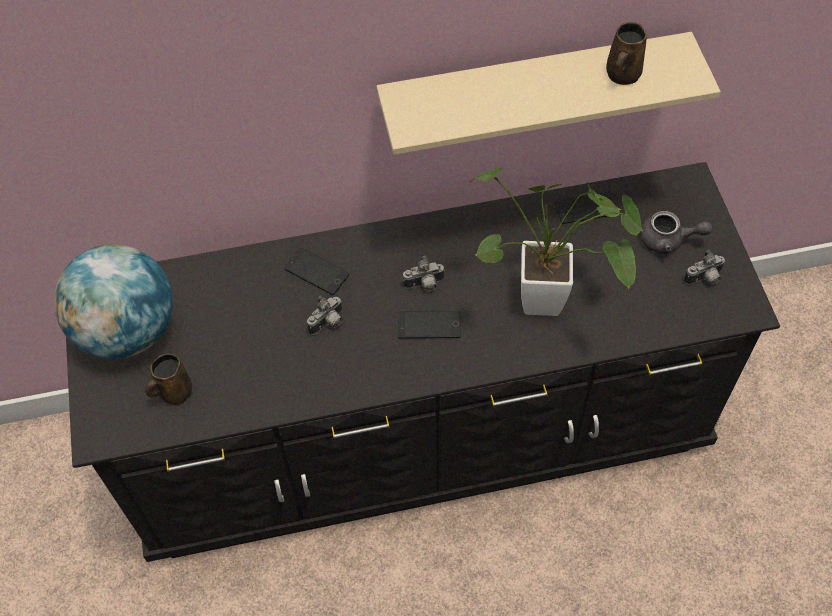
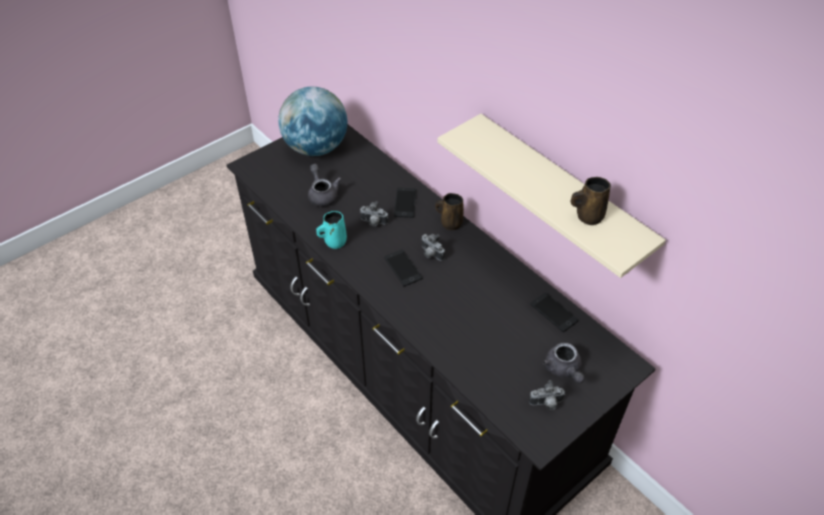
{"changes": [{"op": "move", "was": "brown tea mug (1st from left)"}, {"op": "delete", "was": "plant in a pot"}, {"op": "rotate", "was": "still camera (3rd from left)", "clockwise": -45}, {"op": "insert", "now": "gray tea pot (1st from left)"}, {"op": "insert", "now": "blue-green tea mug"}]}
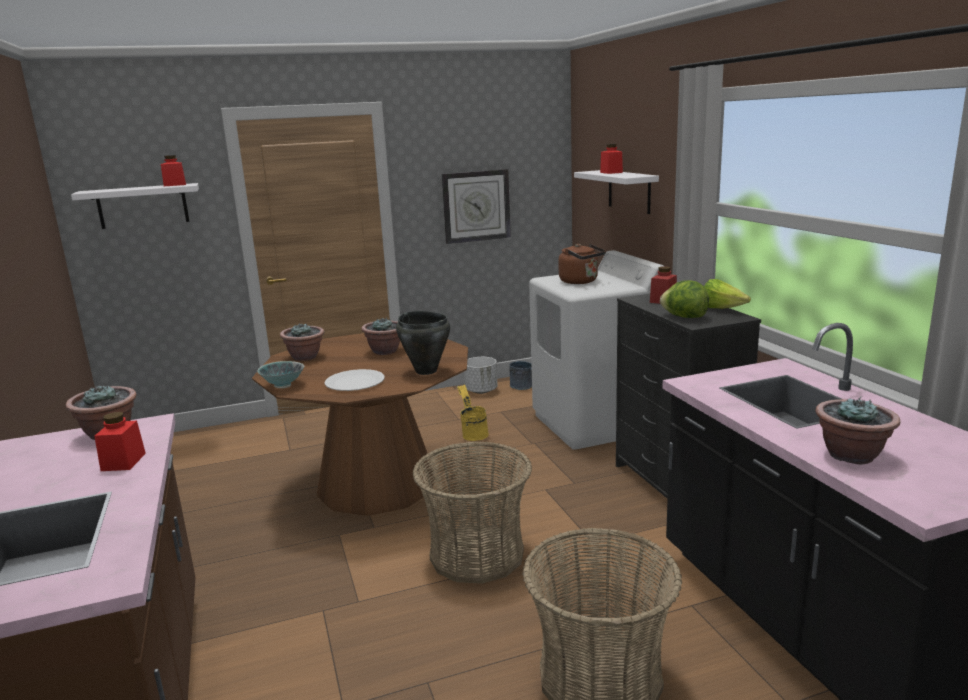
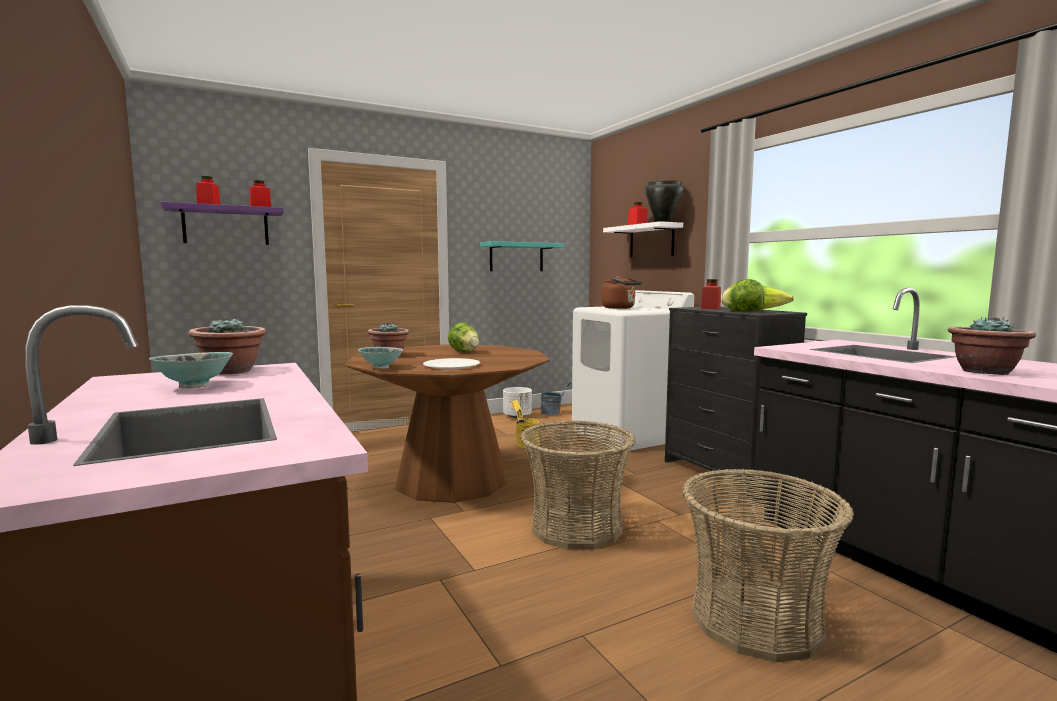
{"changes": [{"op": "recolor", "was": "white-coloured bracket shelf (1st from left)", "now": "purple bracket shelf"}, {"op": "move", "was": "reddish storage jar (1st from left)"}, {"op": "replace", "was": "plant in a pot (3rd from left)", "now": "lettuce (1st from left)"}, {"op": "move", "was": "blackish saucepot"}, {"op": "replace", "was": "wall clock", "now": "blue-green bracket shelf"}, {"op": "insert", "now": "serving bowl (1st from left)"}]}
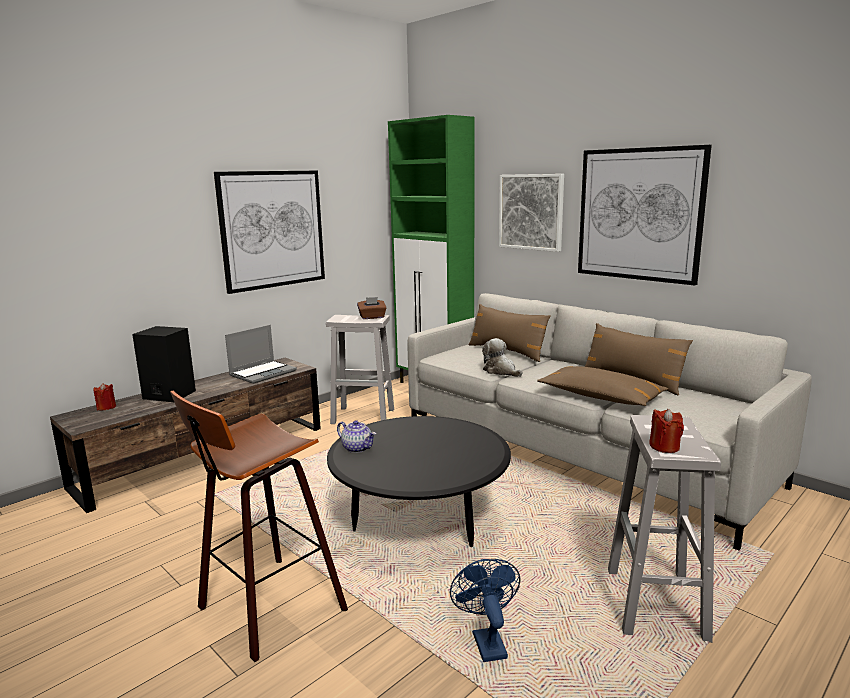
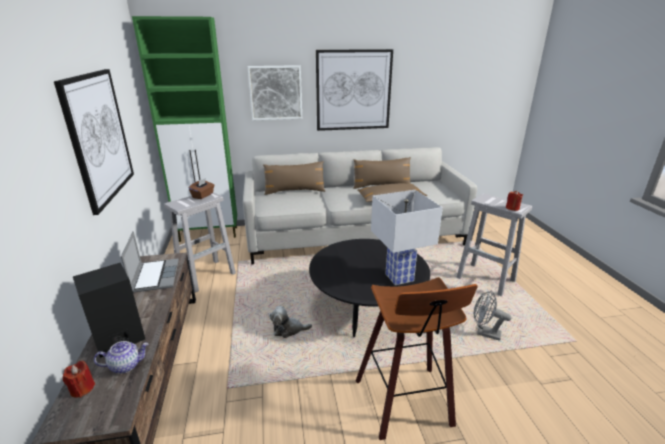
{"changes": [{"op": "move", "was": "tea pot"}, {"op": "recolor", "was": "blue fan", "now": "gray fan"}, {"op": "move", "was": "soft toy"}, {"op": "insert", "now": "white-coloured tabletop lamp"}]}
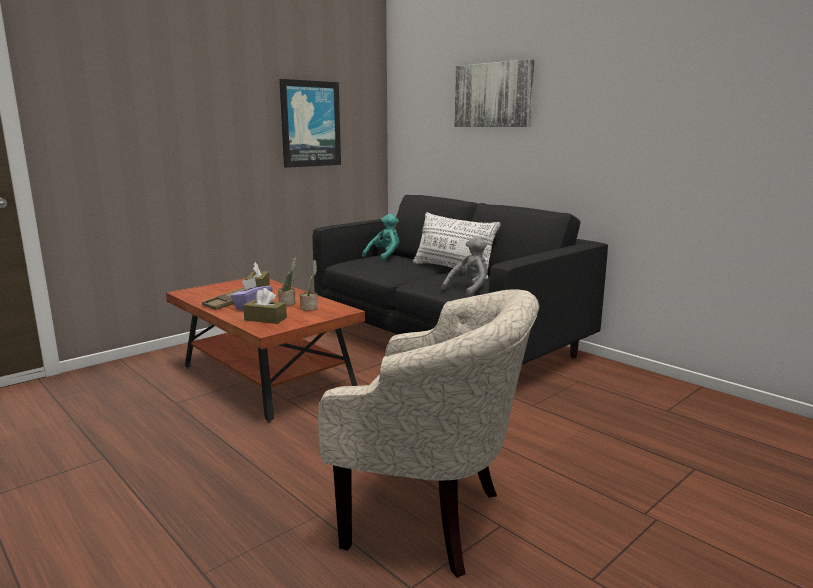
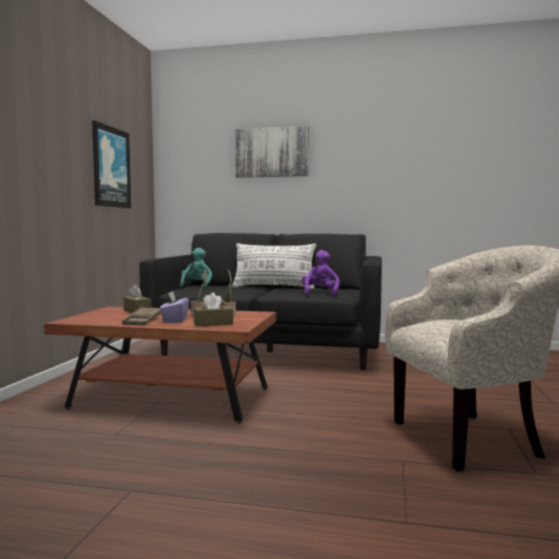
{"changes": [{"op": "recolor", "was": "gray soft toy", "now": "purple soft toy"}]}
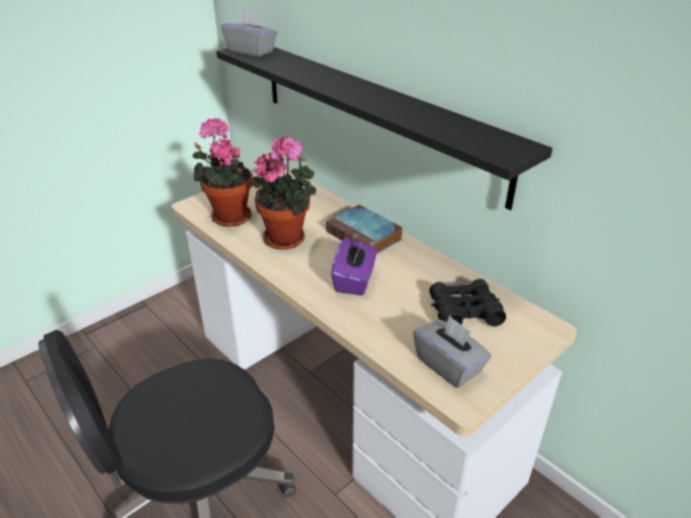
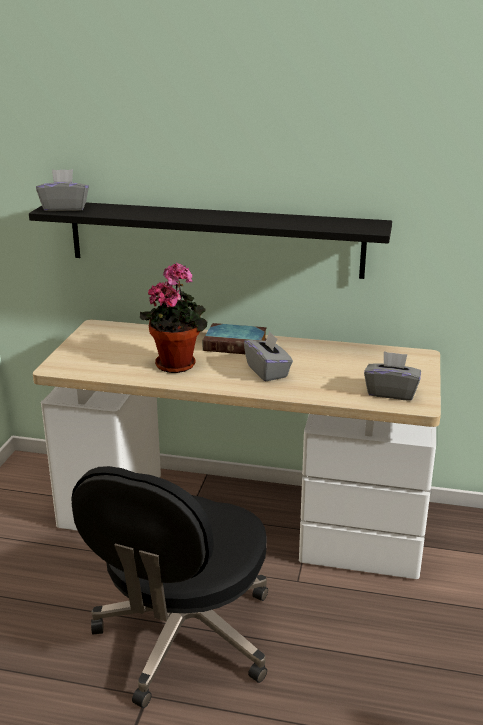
{"changes": [{"op": "delete", "was": "plant in a pot (1st from left)"}, {"op": "recolor", "was": "purple tissue box", "now": "gray tissue box (2nd from left)"}, {"op": "delete", "was": "blackish pair of binoculars"}]}
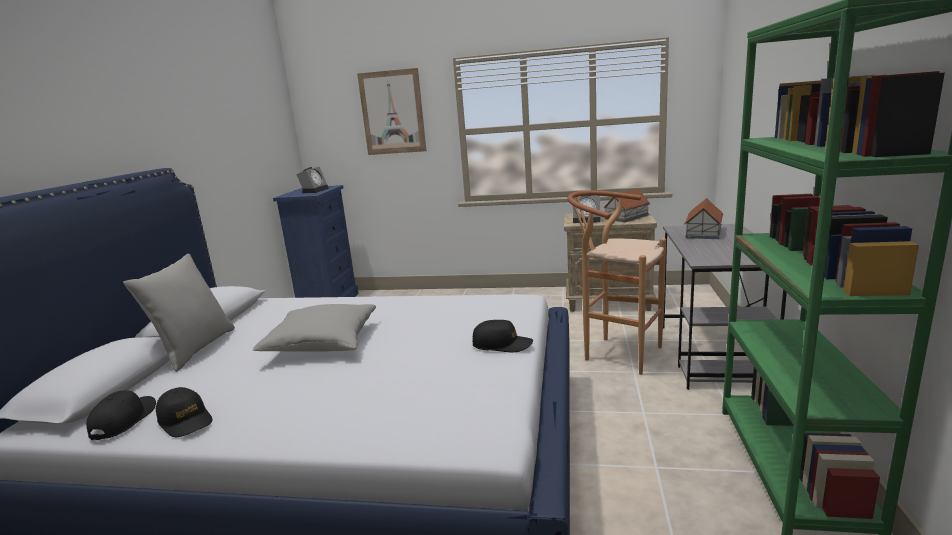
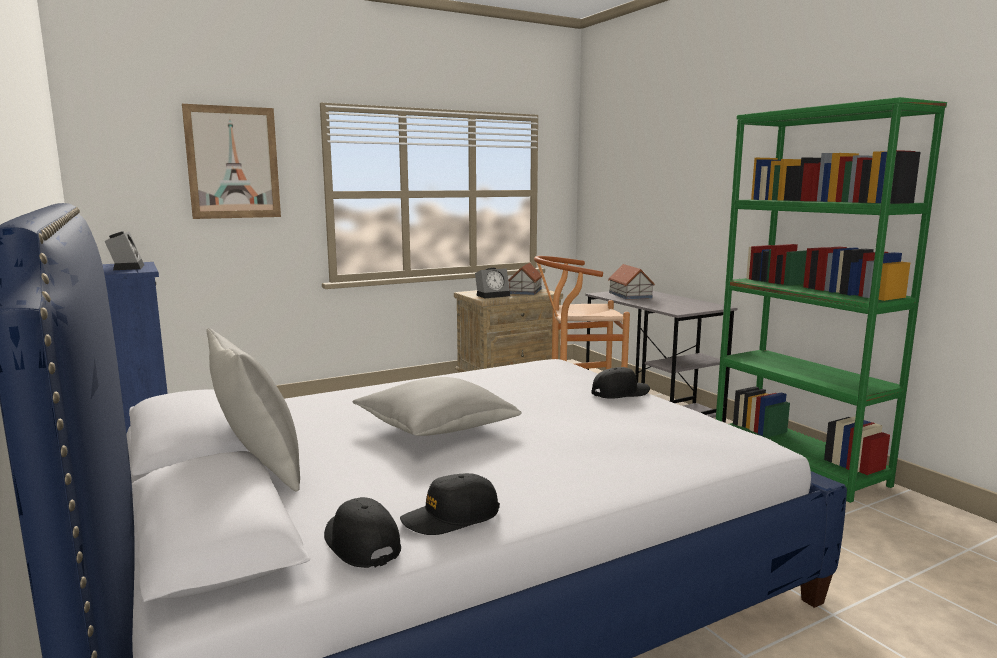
{"changes": [{"op": "rotate", "was": "blackish peaked cap (2nd from left)", "clockwise": 150}]}
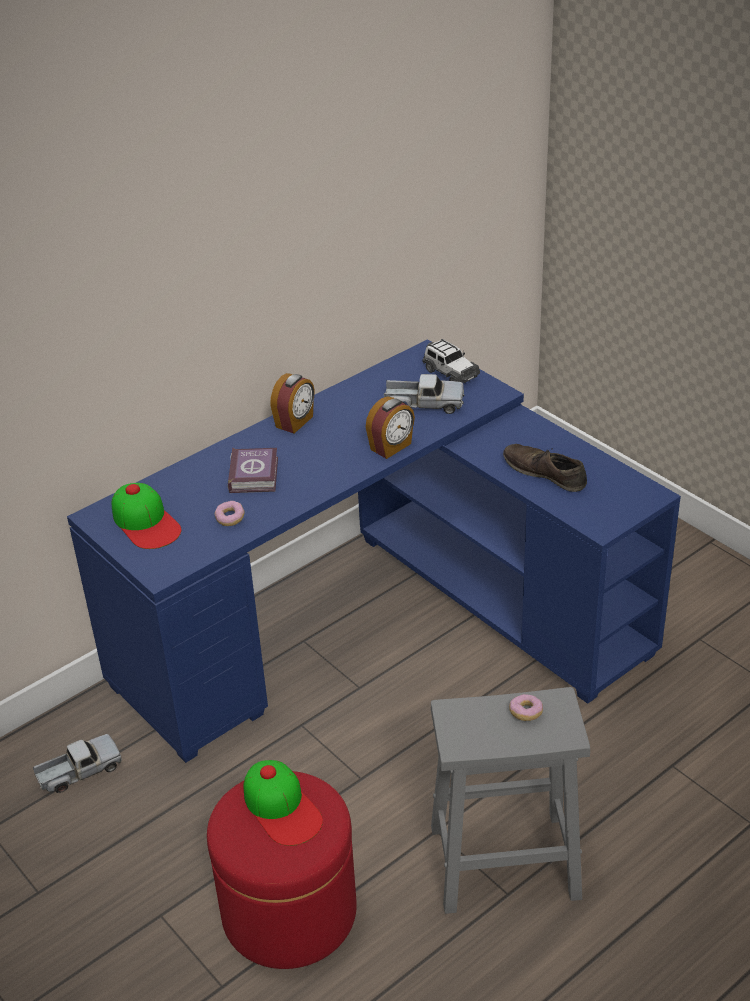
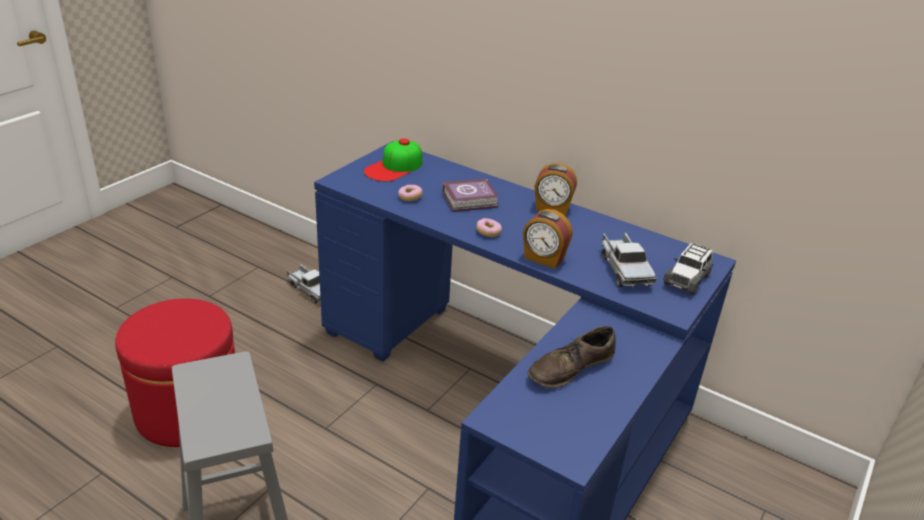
{"changes": [{"op": "delete", "was": "peaked cap (2nd from left)"}, {"op": "rotate", "was": "brown low shoe", "clockwise": -150}, {"op": "move", "was": "ring doughnut (2nd from left)"}]}
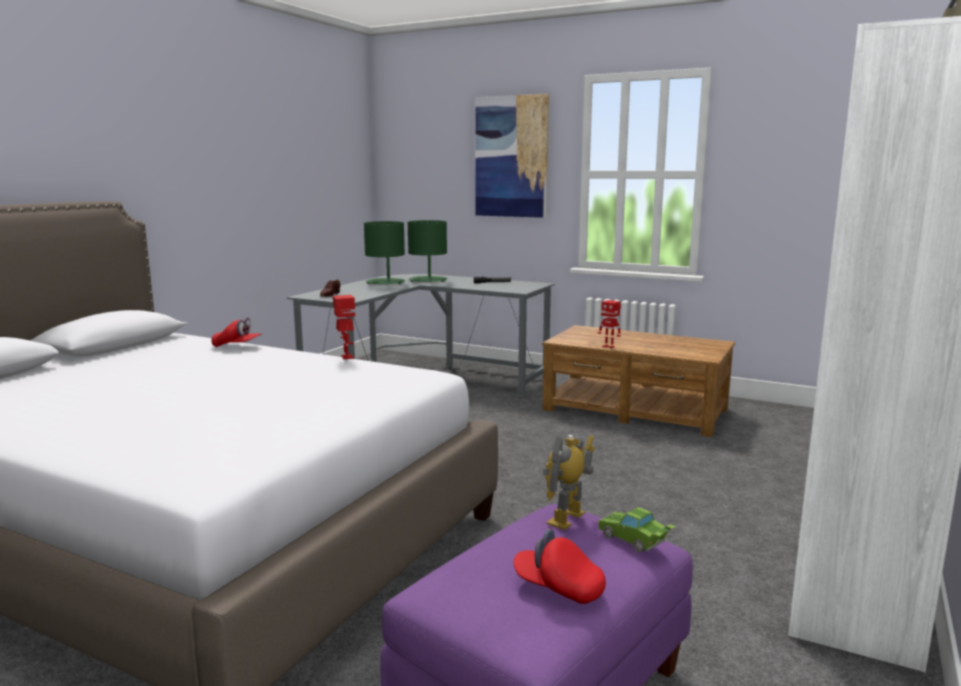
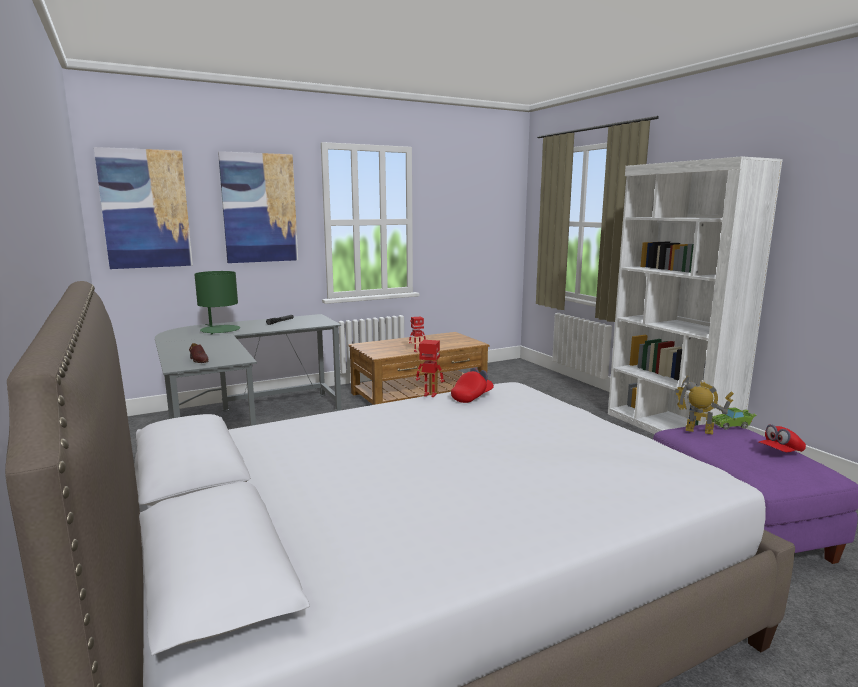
{"changes": [{"op": "move", "was": "reddish peaked cap (1st from left)"}, {"op": "delete", "was": "green tabletop lamp (1st from left)"}, {"op": "rotate", "was": "robot figure (2nd from left in the first image)", "clockwise": 135}, {"op": "insert", "now": "wall picture (1st from left)"}]}
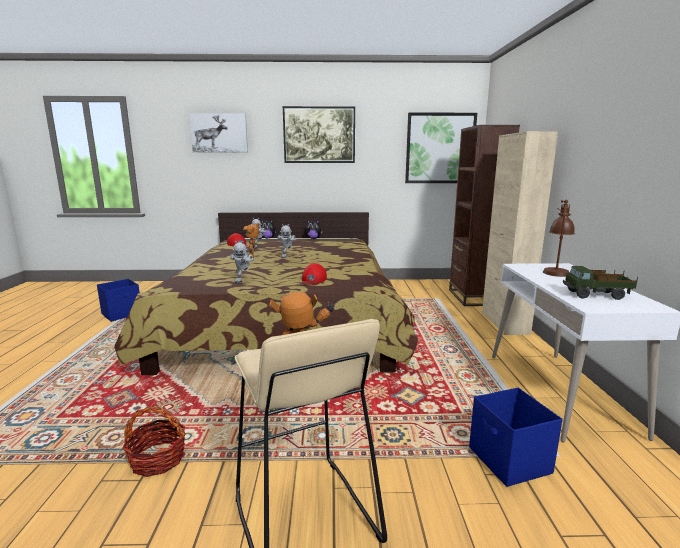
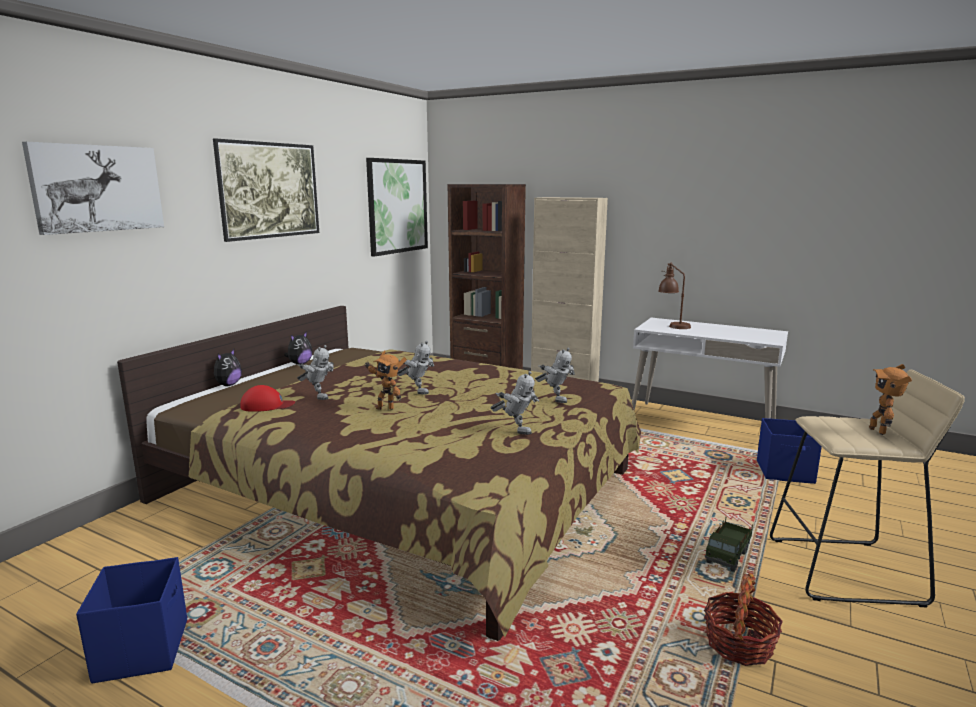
{"changes": [{"op": "replace", "was": "reddish peaked cap (2nd from left)", "now": "robot figure (5th from left)"}, {"op": "move", "was": "toy lorry"}]}
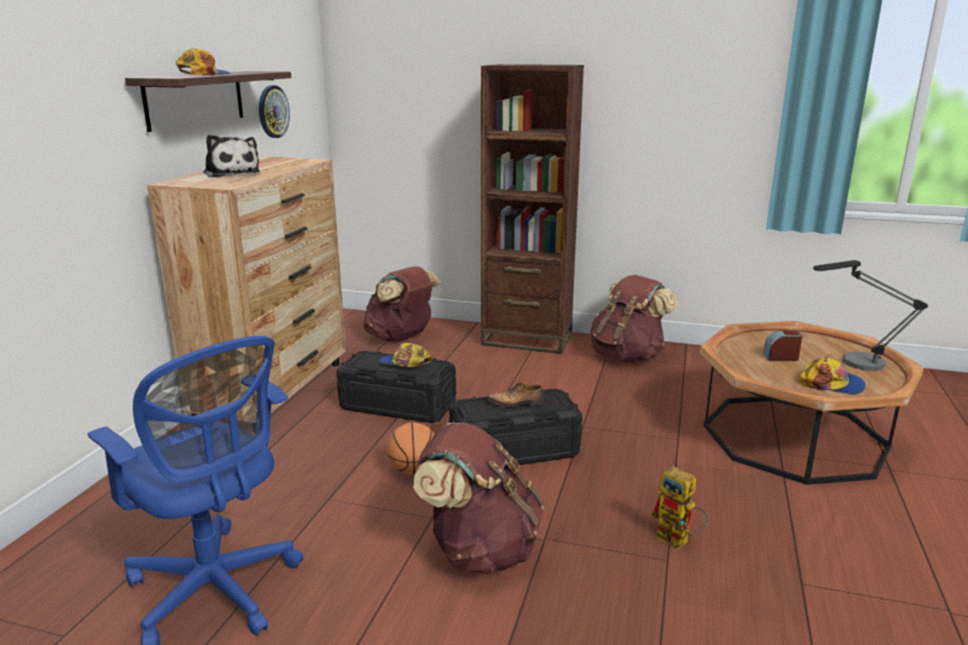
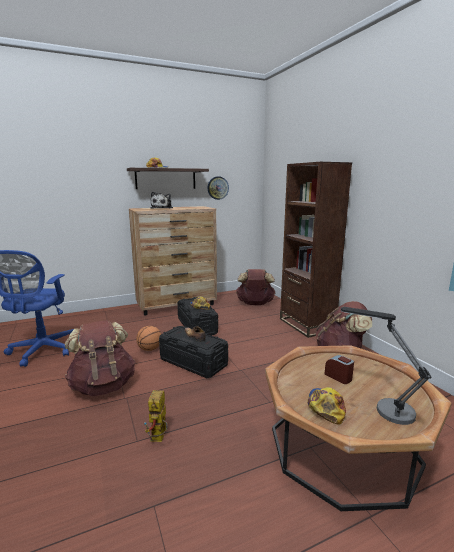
{"changes": [{"op": "rotate", "was": "peaked cap (3rd from left)", "clockwise": -150}]}
